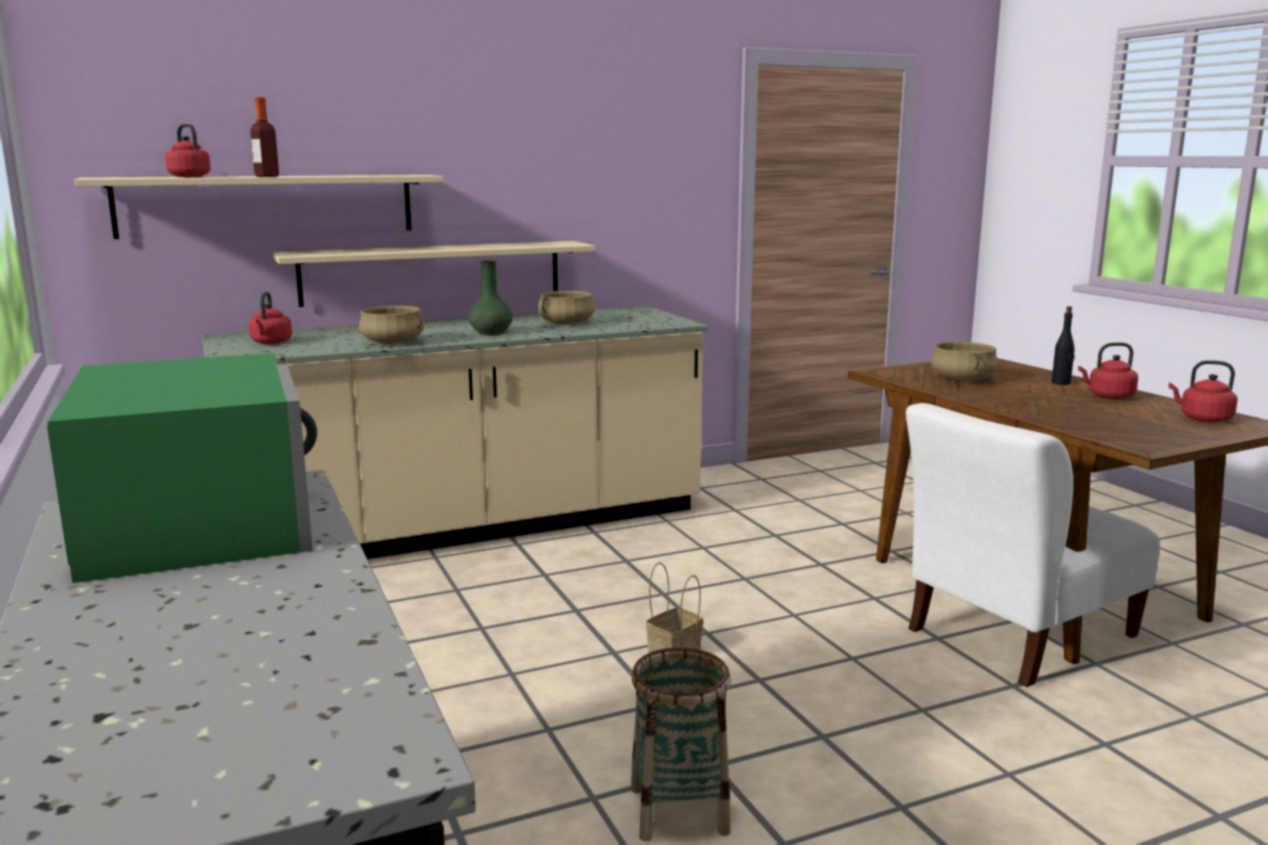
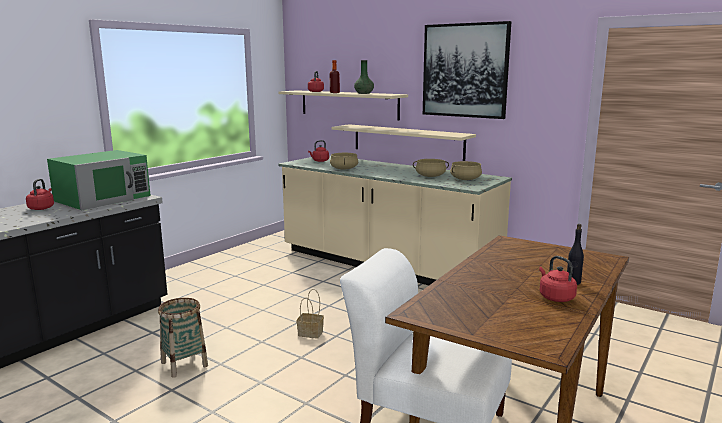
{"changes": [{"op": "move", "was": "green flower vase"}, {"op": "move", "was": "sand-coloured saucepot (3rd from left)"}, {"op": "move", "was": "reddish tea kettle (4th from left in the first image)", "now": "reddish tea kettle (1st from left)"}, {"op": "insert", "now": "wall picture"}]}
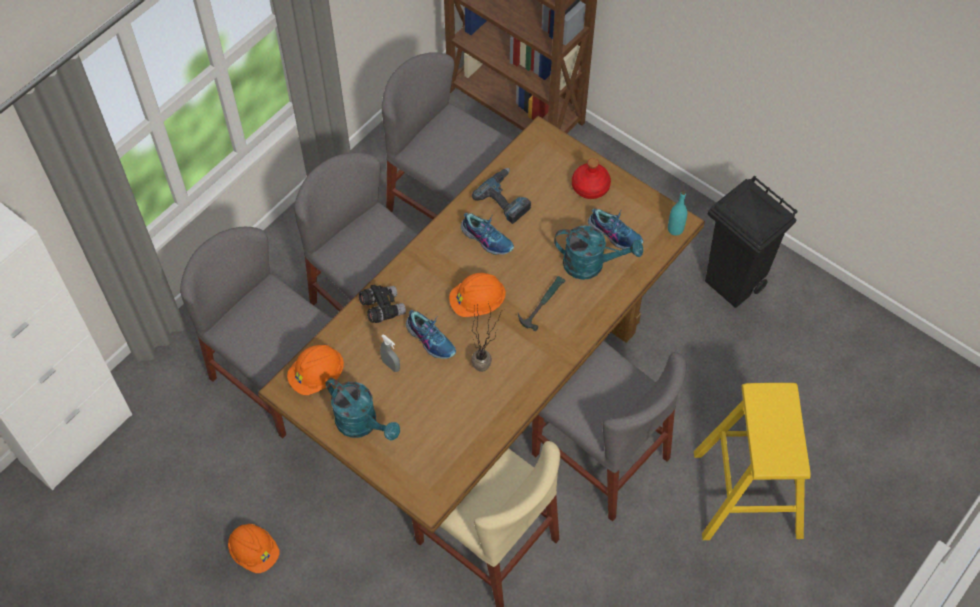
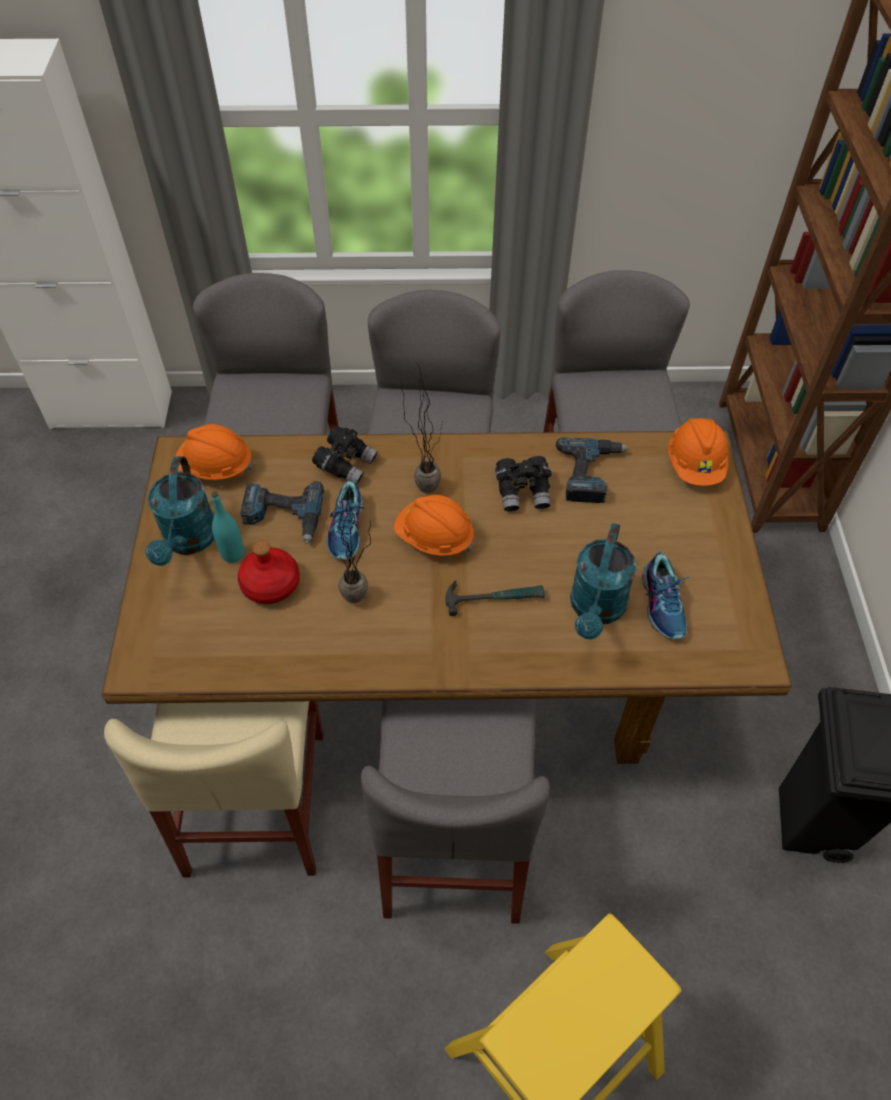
{"changes": [{"op": "move", "was": "orange-coloured safety helmet (1st from left in the first image)", "now": "orange-coloured safety helmet (3rd from left)"}, {"op": "replace", "was": "gray sprayer", "now": "electric drill (1st from left)"}, {"op": "replace", "was": "low shoe (2nd from left)", "now": "blackish pair of binoculars (2nd from left)"}, {"op": "rotate", "was": "blue-green watering can (2nd from left)", "clockwise": 45}, {"op": "move", "was": "reddish bottle"}, {"op": "move", "was": "blue-green bottle"}, {"op": "insert", "now": "plant in a pot (2nd from left)"}]}
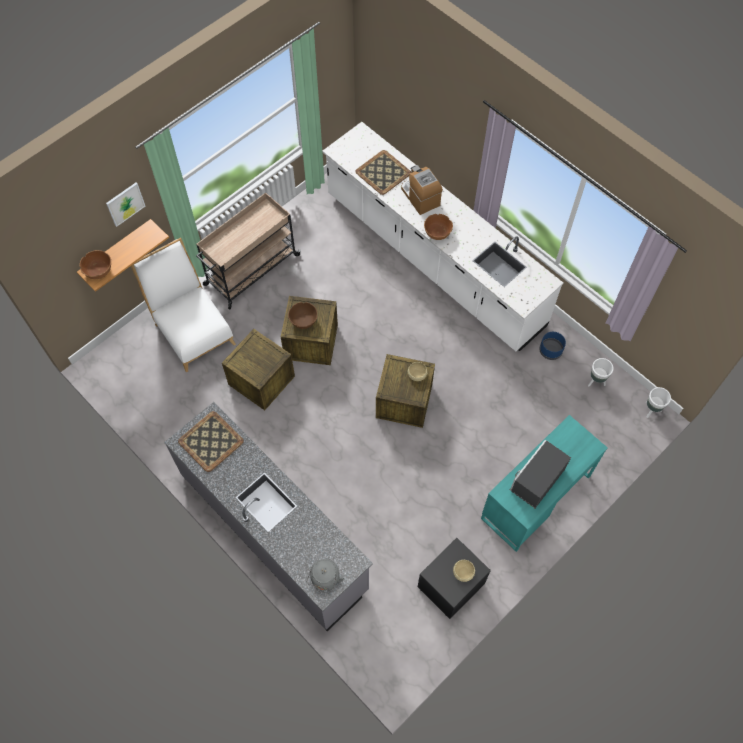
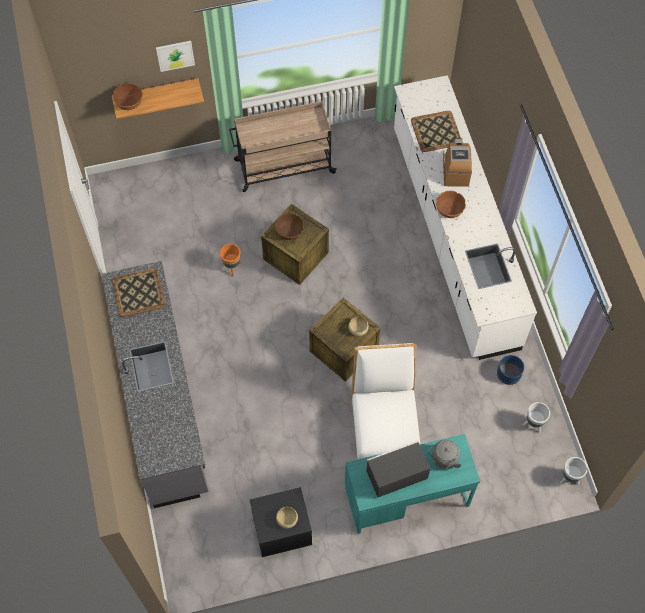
{"changes": [{"op": "move", "was": "white-coloured plain chair"}, {"op": "replace", "was": "crate (1st from left)", "now": "orange-coloured plant pot"}, {"op": "move", "was": "gray tea kettle"}]}
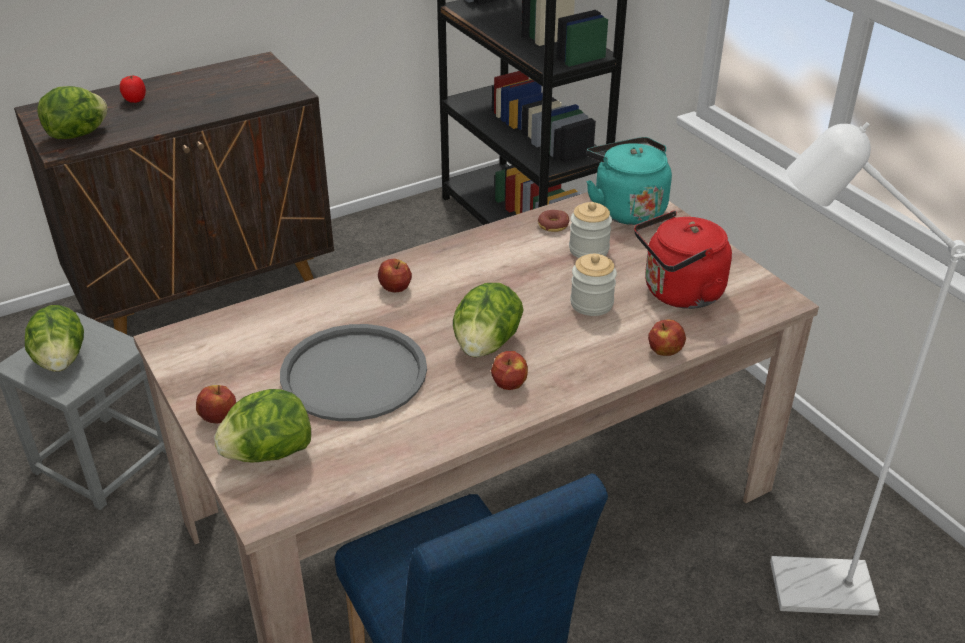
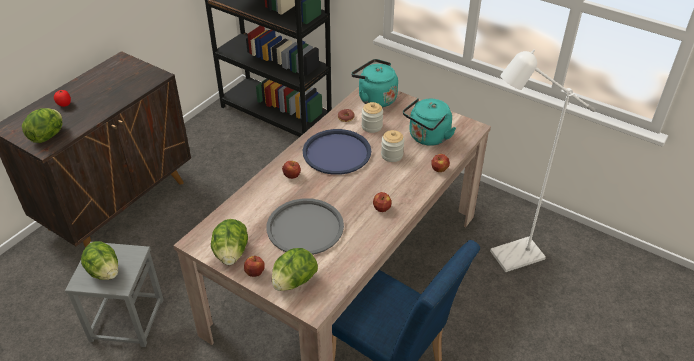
{"changes": [{"op": "move", "was": "lettuce (4th from left in the first image)", "now": "lettuce (3rd from left)"}, {"op": "recolor", "was": "reddish tea kettle", "now": "blue-green tea kettle (2nd from left)"}, {"op": "insert", "now": "blue tray"}]}
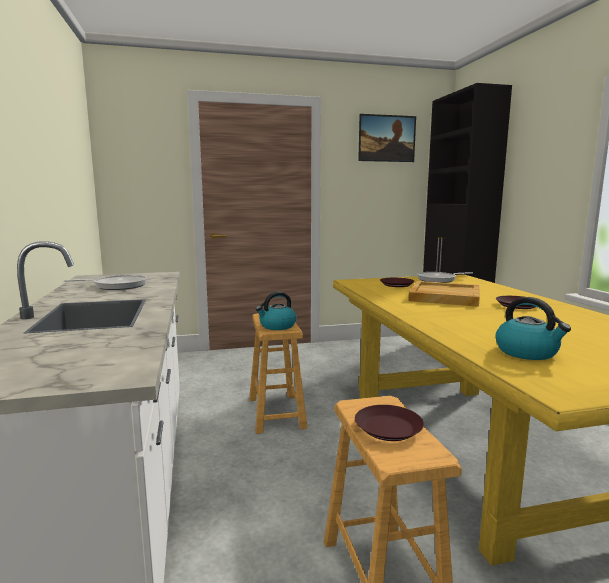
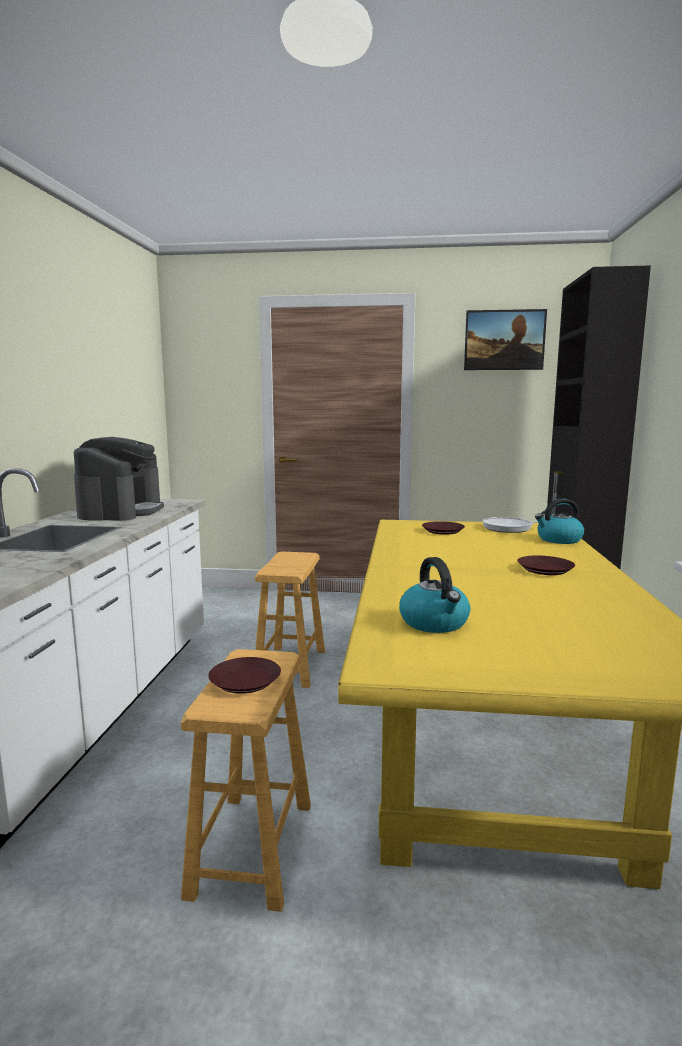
{"changes": [{"op": "replace", "was": "skillet (1st from left)", "now": "coffee machine"}, {"op": "move", "was": "tea kettle (1st from left in the first image)", "now": "tea kettle (2nd from left)"}, {"op": "delete", "was": "sand-coloured tray"}]}
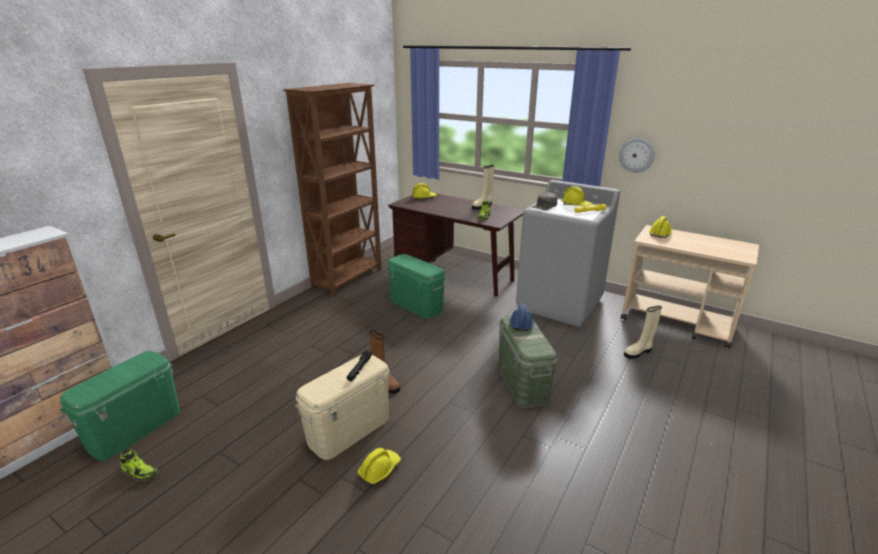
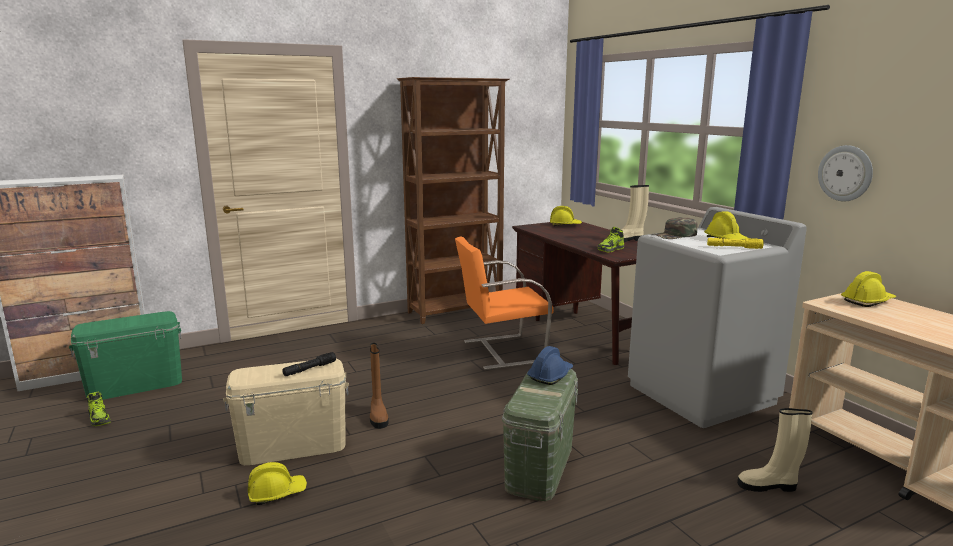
{"changes": [{"op": "replace", "was": "green storage container (2nd from left)", "now": "orange-coloured plain chair"}]}
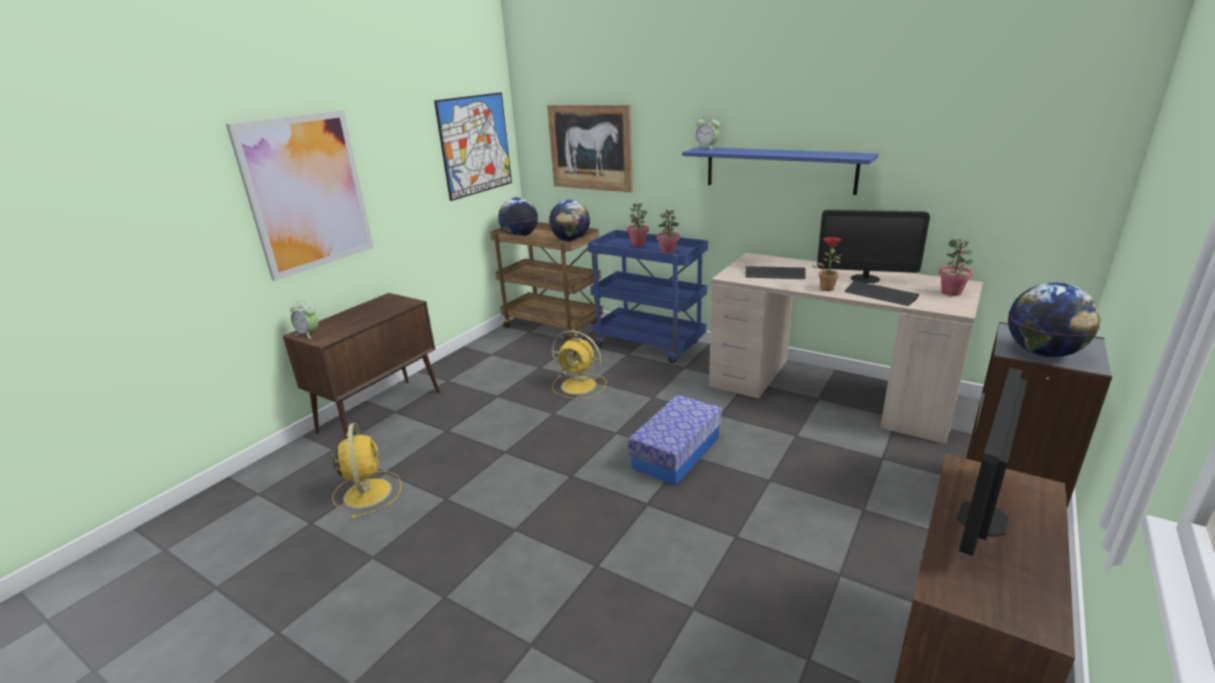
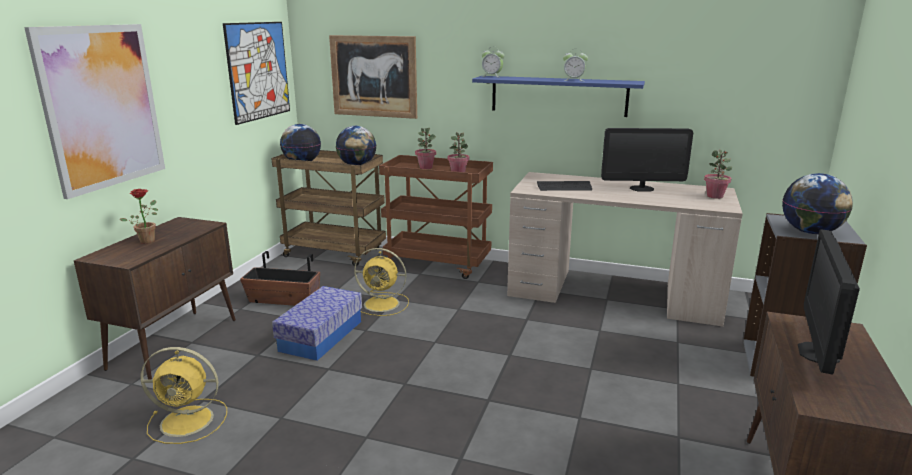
{"changes": [{"op": "move", "was": "table clock (1st from left in the first image)", "now": "table clock (2nd from left)"}, {"op": "rotate", "was": "yellow fan (1st from left)", "clockwise": 120}, {"op": "recolor", "was": "blue cart", "now": "brown cart (2nd from left)"}, {"op": "move", "was": "storage container"}, {"op": "move", "was": "plant in a pot (3rd from left in the first image)", "now": "plant in a pot (1st from left)"}, {"op": "delete", "was": "PC keyboard (2nd from left)"}, {"op": "insert", "now": "plant pot"}]}
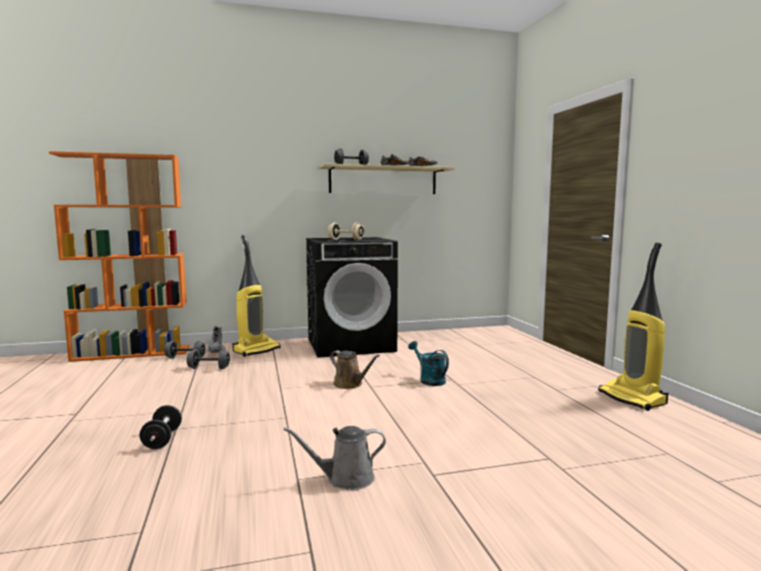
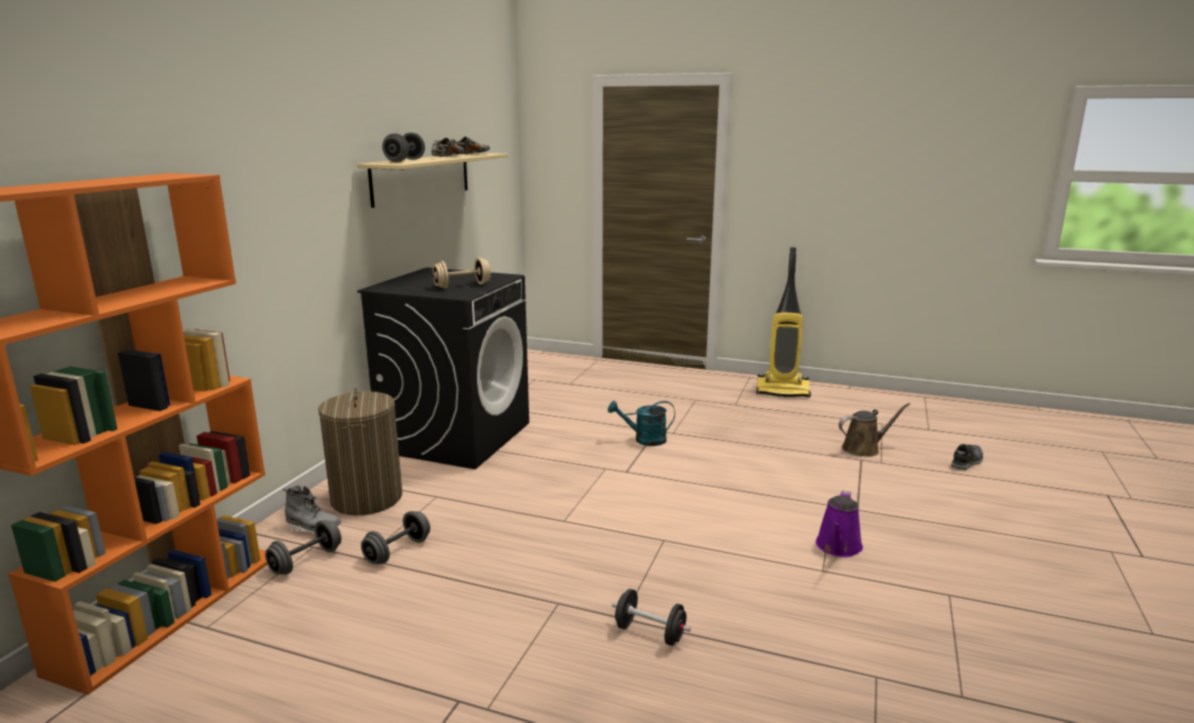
{"changes": [{"op": "replace", "was": "vacuum cleaner (1st from left)", "now": "laundry basket"}, {"op": "recolor", "was": "gray watering can", "now": "purple watering can"}, {"op": "move", "was": "brown watering can"}, {"op": "insert", "now": "low shoe (3rd from left)"}]}
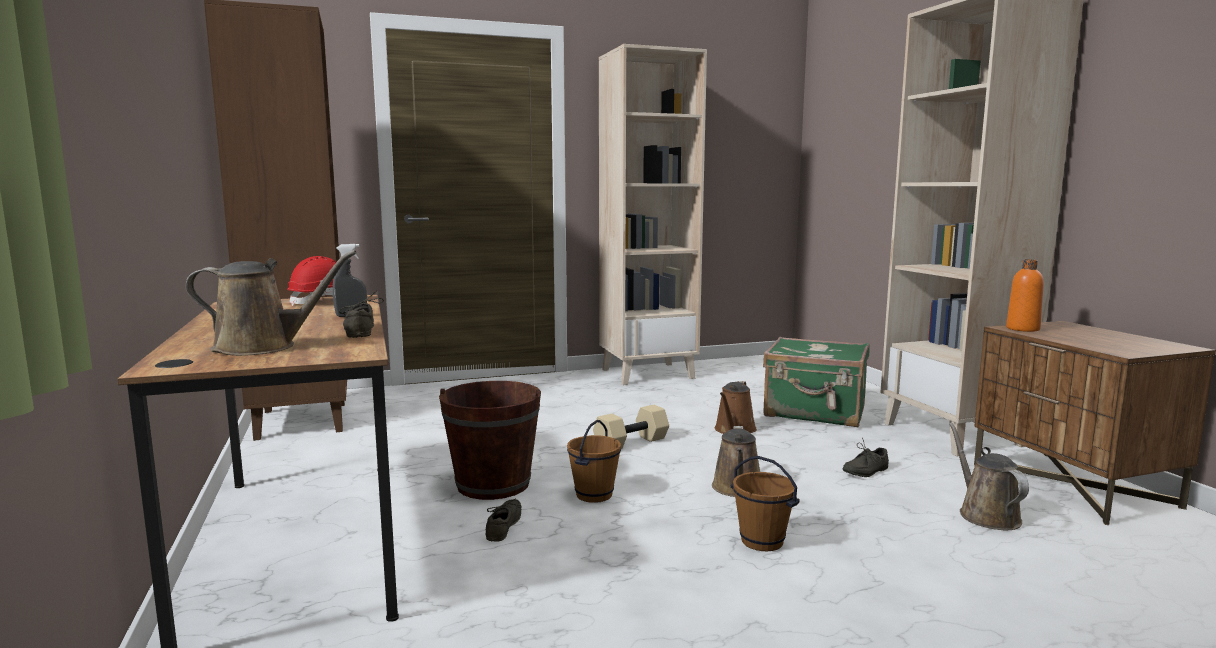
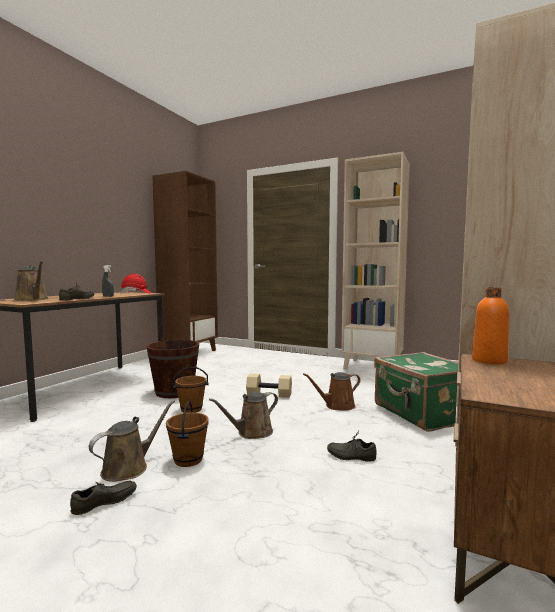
{"changes": [{"op": "move", "was": "gray low shoe (2nd from left)"}, {"op": "move", "was": "brown watering can (4th from left in the first image)", "now": "brown watering can (2nd from left)"}]}
